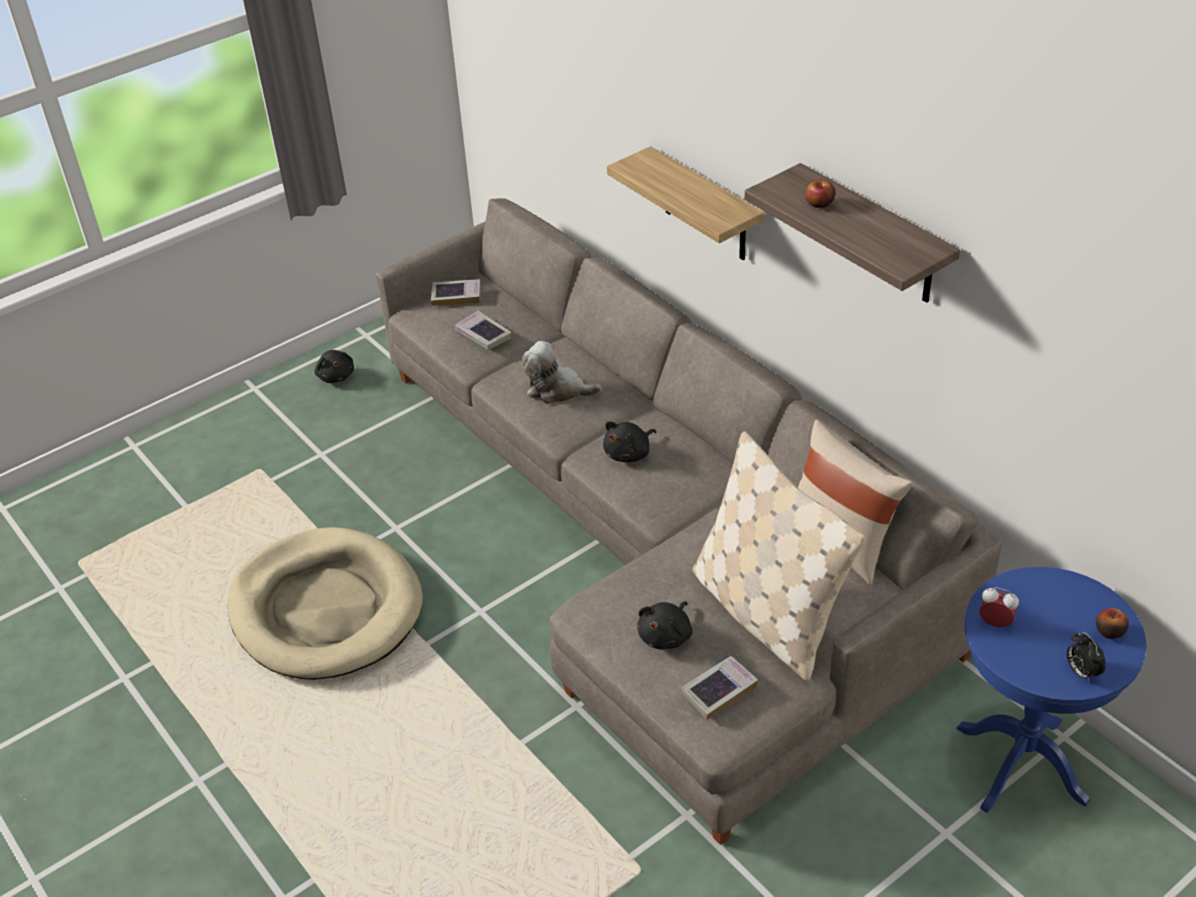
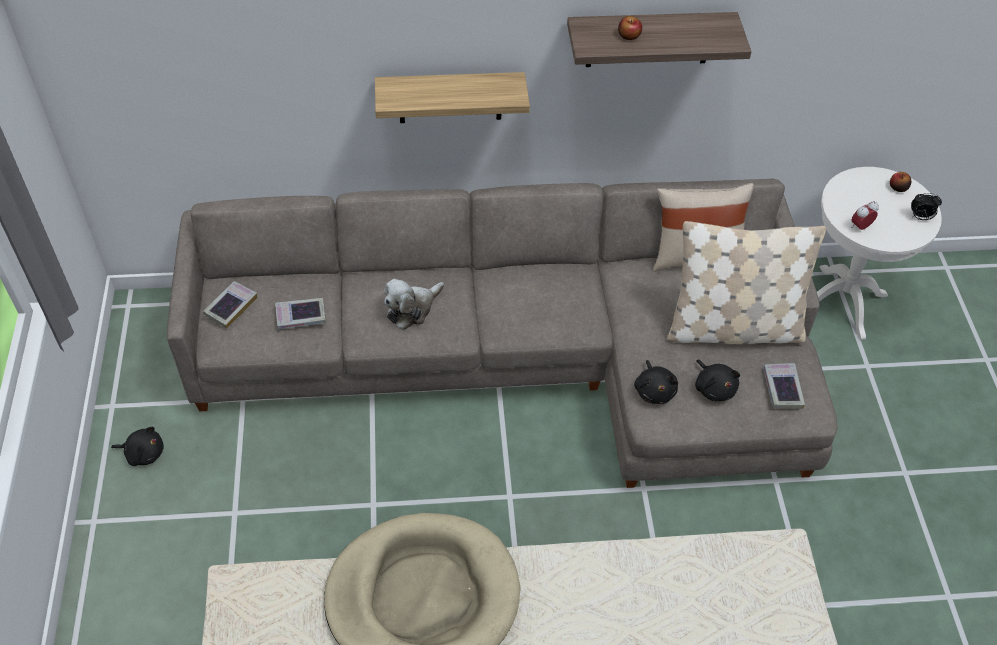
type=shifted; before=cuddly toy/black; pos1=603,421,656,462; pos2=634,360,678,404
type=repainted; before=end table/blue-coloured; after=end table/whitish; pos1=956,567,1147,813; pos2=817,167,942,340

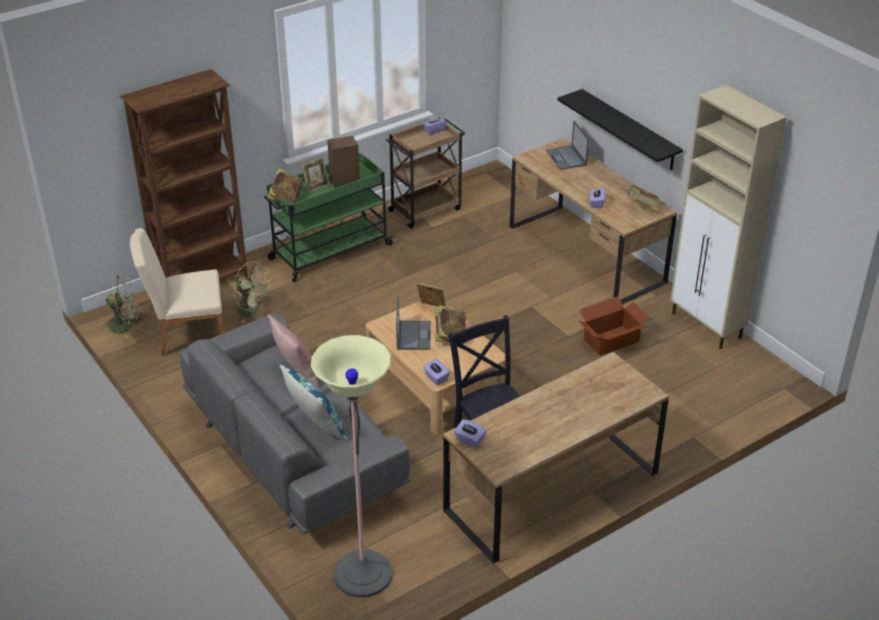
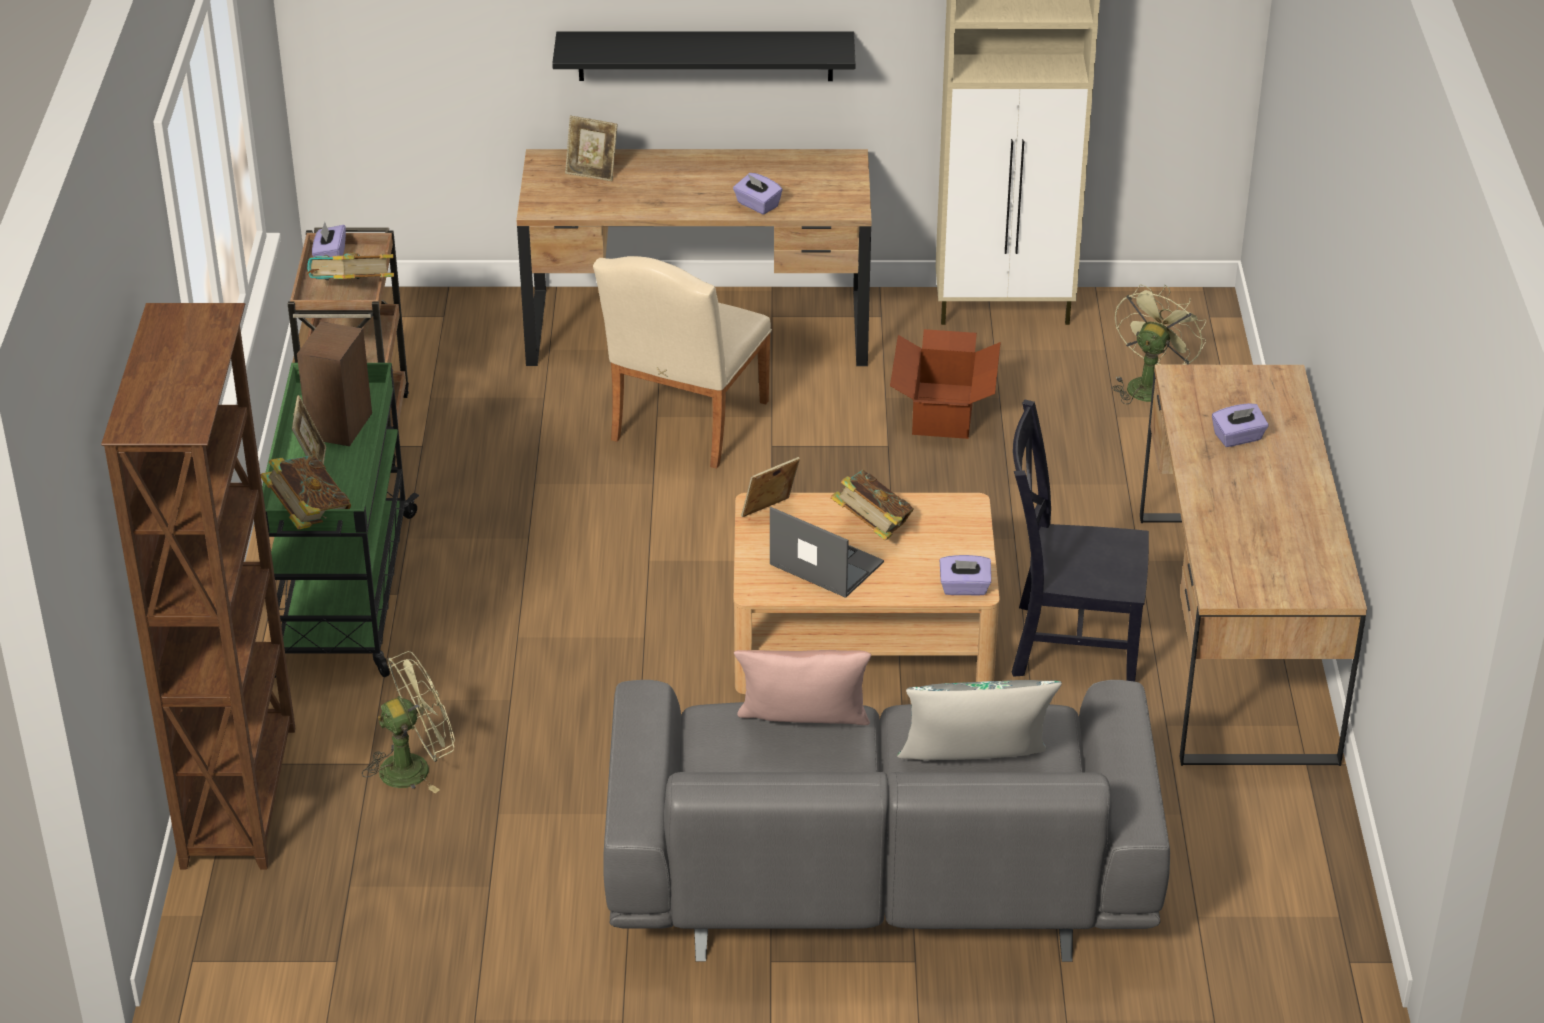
type=swapped; before=portable computer; after=standing frame; pos1=546,121,589,170; pos2=565,115,618,181
type=shifted; before=volume; pos1=625,185,662,211; pos2=307,253,394,280
type=shifted; before=plain chair/sand-coloured; pos1=130,228,225,356; pos2=593,256,772,469
type=shifted; before=cooling fan/green; pos1=103,274,139,338; pos2=1112,284,1206,404
type=gone; before=standing lamp; pos1=311,335,392,597
type=repainted; before=pillow/blue-coloured; after=pillow/gray; pos1=280,364,348,442; pos2=897,680,1062,760
type=shifted; before=tissue holder/purple-coloured; pos1=454,419,486,448; pos2=1212,403,1269,447

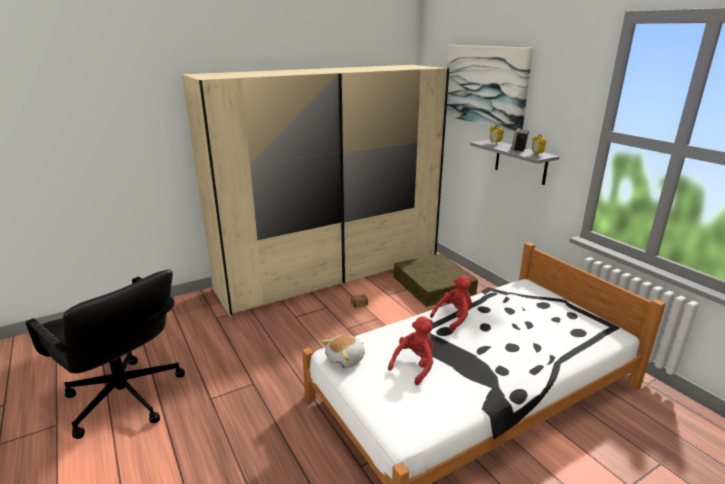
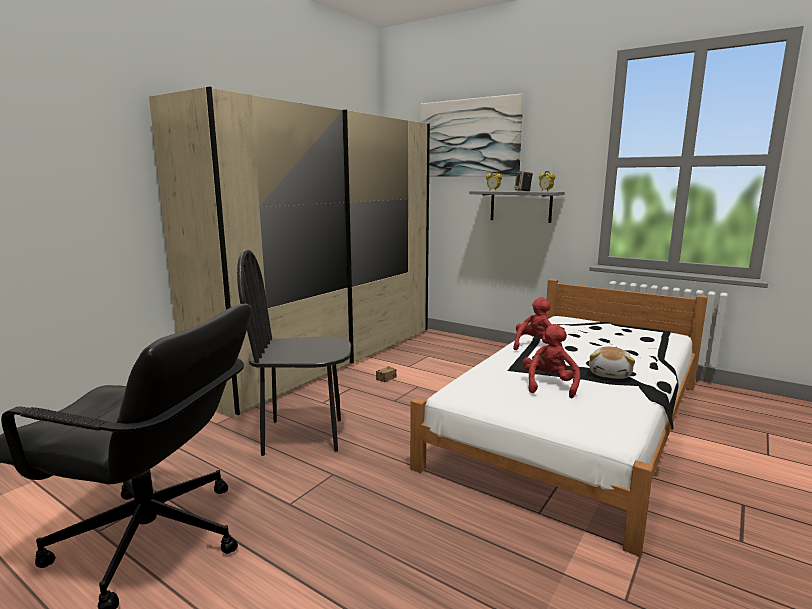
type=gone; before=storage box/brown; pos1=394,253,478,307
type=shifted; before=cuddly toy; pos1=321,335,365,368; pos2=589,347,635,379
type=new; after=plain chair/black; pos2=237,249,351,456

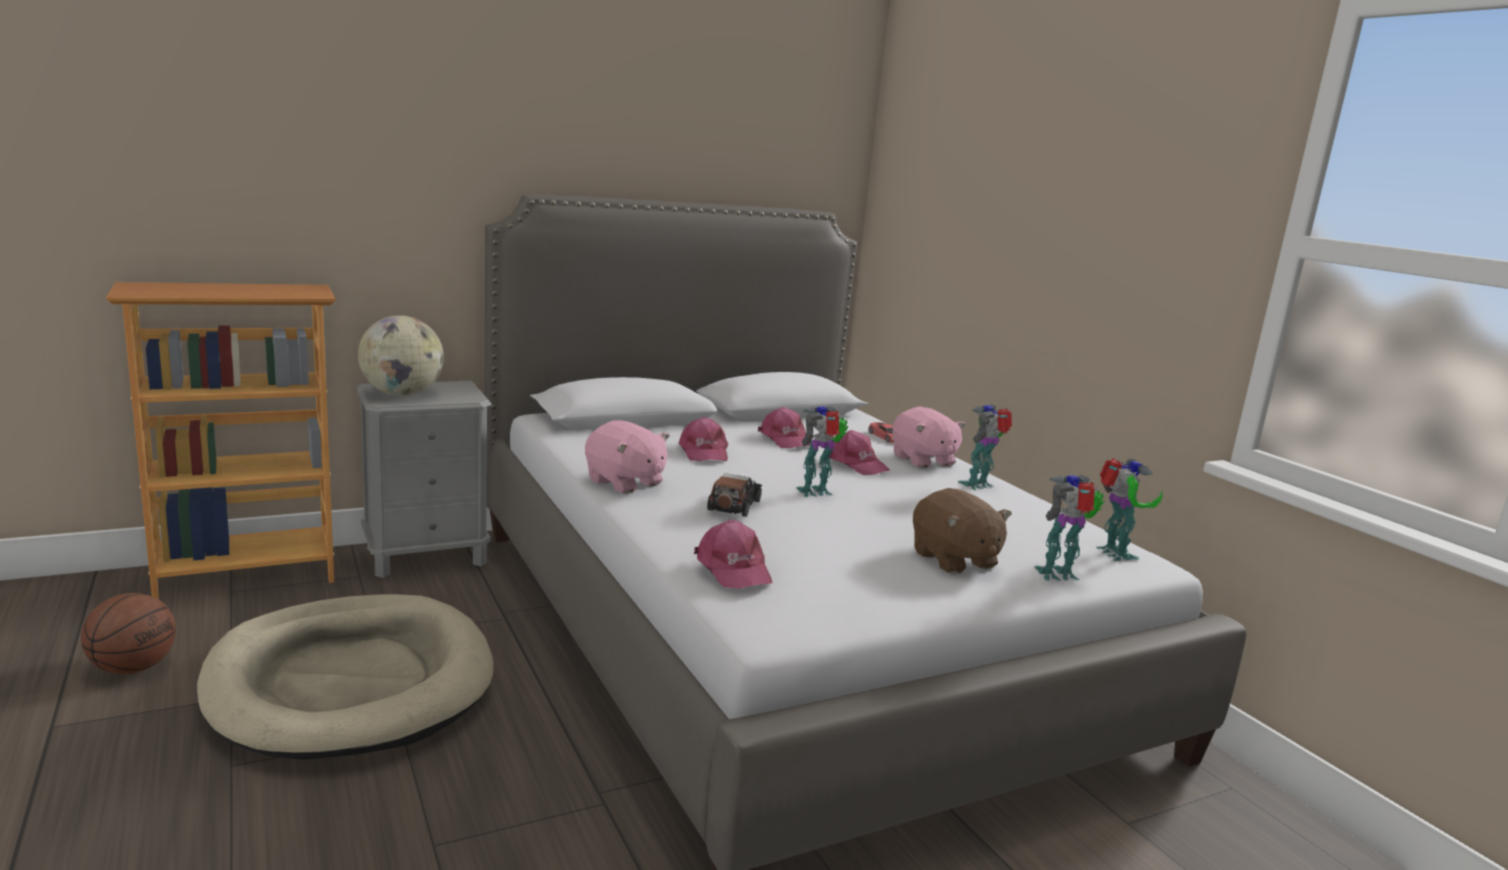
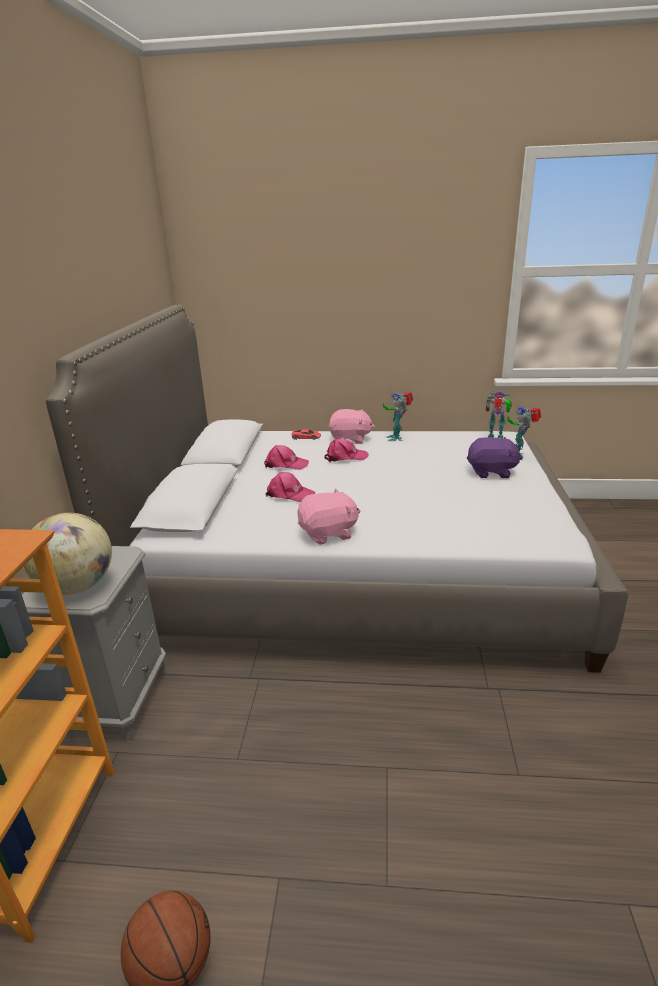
type=gone; before=robot figure; pos1=796,406,848,497
type=gone; before=model car; pos1=707,473,762,517
type=repainted; before=cuddly toy/brown; after=cuddly toy/purple-coloured; pos1=913,488,1012,574; pos2=467,437,523,478
type=gone; before=peaked cap/pink-coloured; pos1=694,520,772,589
type=gone; before=dog cushion/sand-coloured; pos1=197,594,494,760

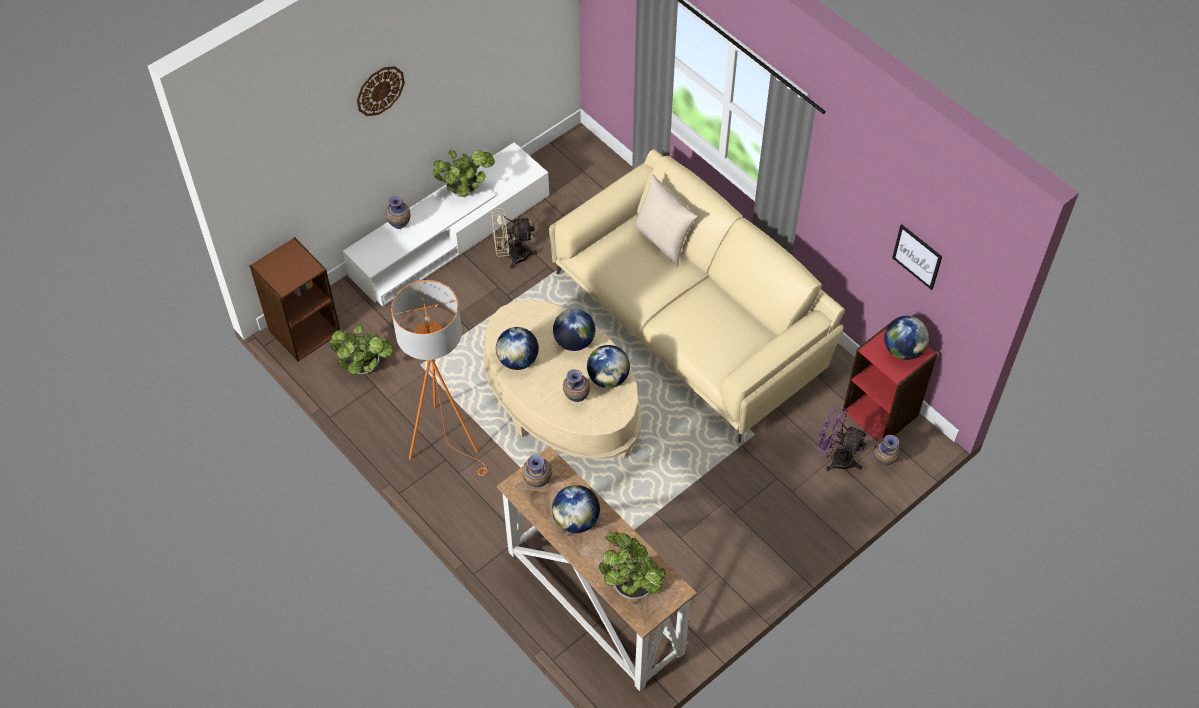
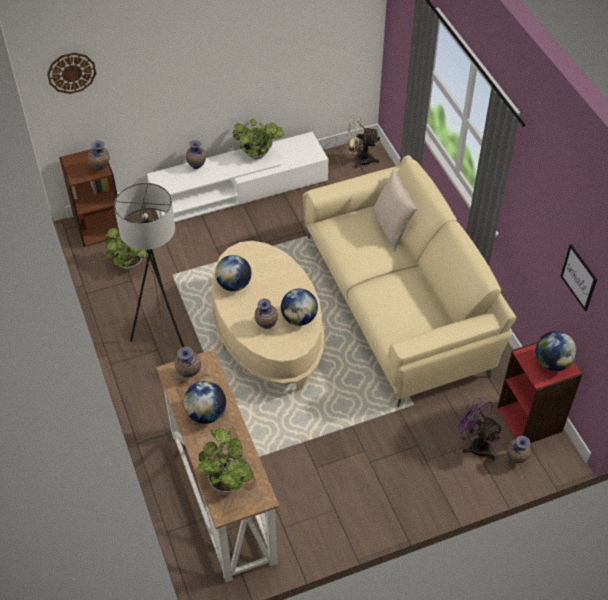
type=shifted; before=clock on the wall; pos1=357,66,405,116; pos2=47,53,96,94
type=shifted; before=cooling fan/sand-coloured; pos1=491,208,537,270; pos2=345,117,380,168
type=repainted; before=standing lamp/orangey; after=standing lamp/gray; pos1=391,280,487,476; pos2=114,183,184,353
type=gone; before=globe; pos1=553,308,595,351
type=new; after=vase; pos2=88,140,110,170

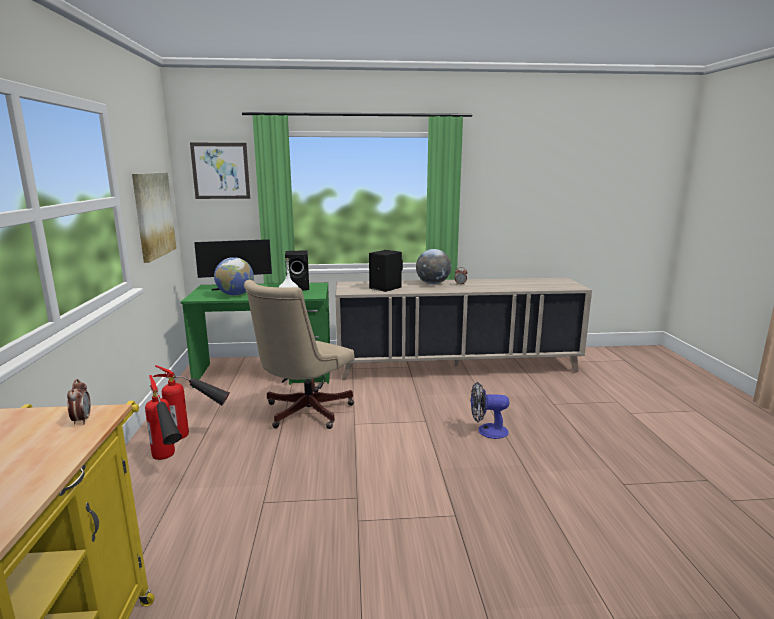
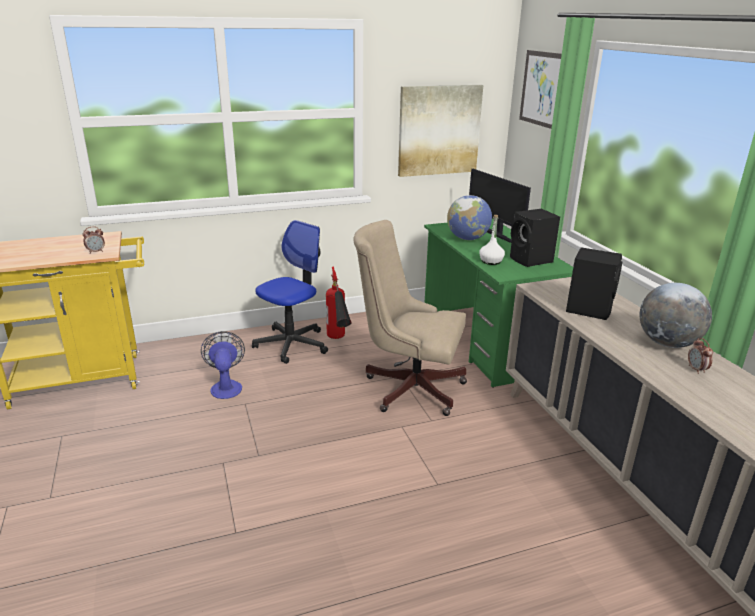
type=swapped; before=extinguisher; after=office chair; pos1=145,375,182,460; pos2=252,220,328,364
type=shifted; before=cooling fan; pos1=471,382,510,439; pos2=201,331,245,399

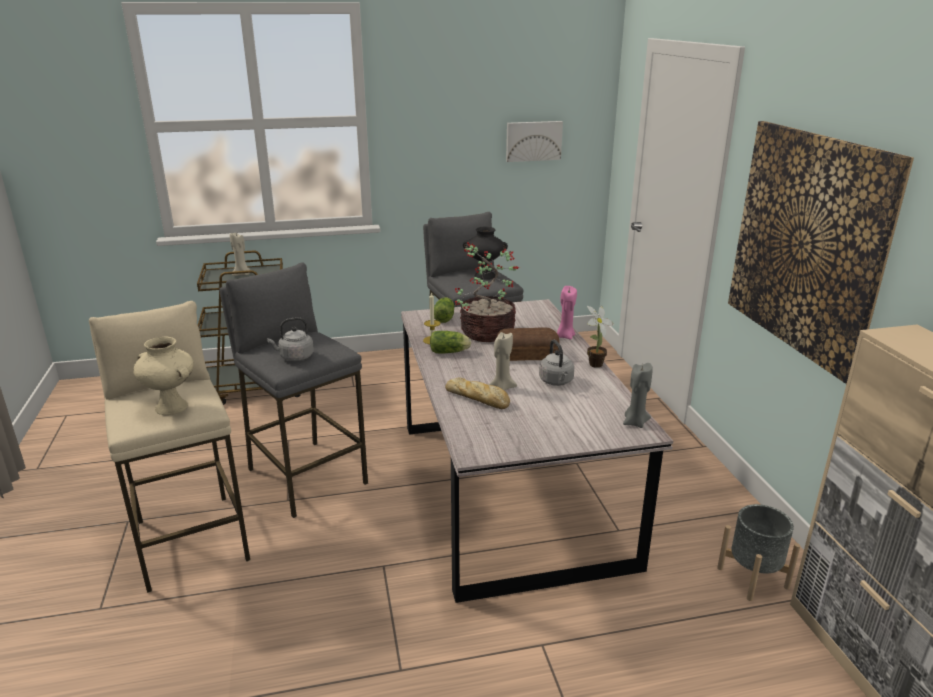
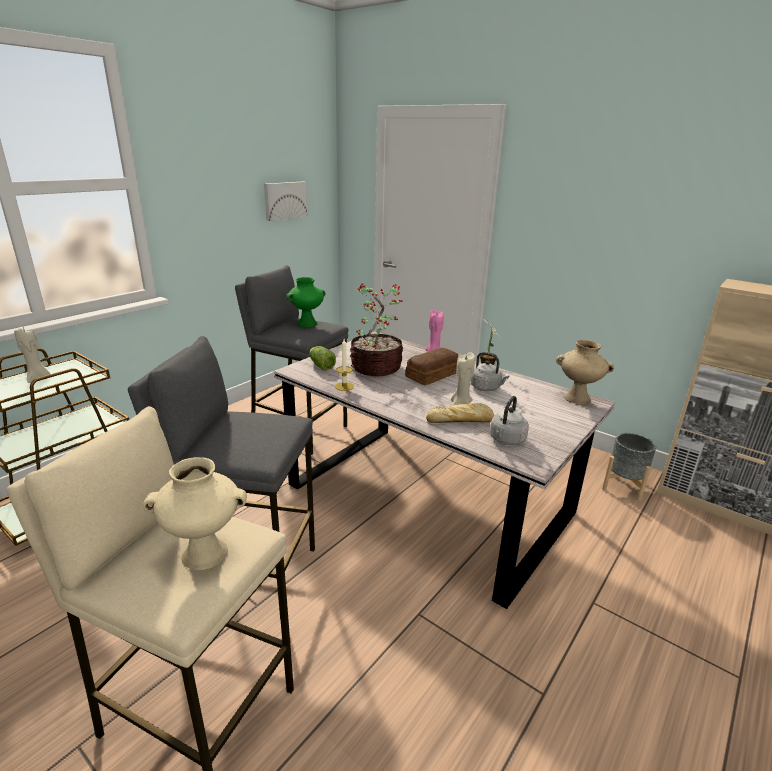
type=gone; before=picture; pos1=728,121,914,384
type=repainted; before=vase/black; after=vase/green; pos1=463,227,508,279; pos2=286,277,326,327
type=shifted; before=water kettle/gray; pos1=267,317,314,361; pos2=490,396,529,445
type=gone; before=lettuce; pos1=430,331,471,353
type=swapped; before=wax candle/gray; after=vase/sand-coloured; pos1=623,363,653,428; pos2=556,340,614,405

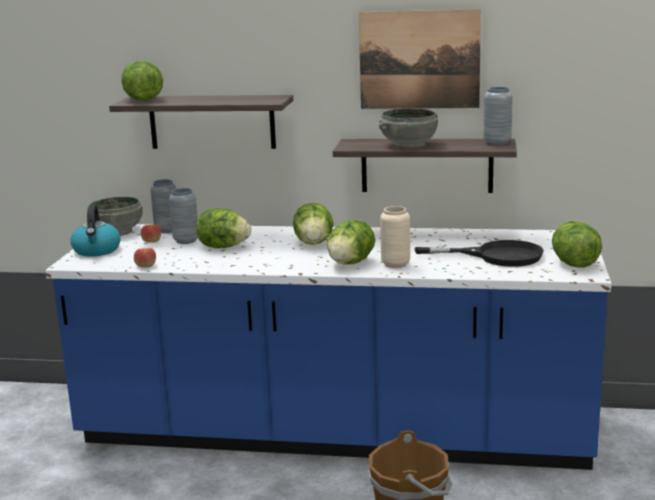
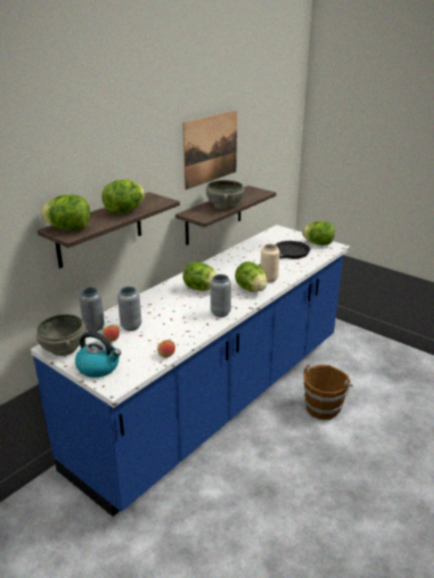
type=shifted; before=vase/gray; pos1=483,87,513,145; pos2=210,274,231,317
type=shifted; before=lettuce; pos1=196,208,251,248; pos2=102,180,145,214

